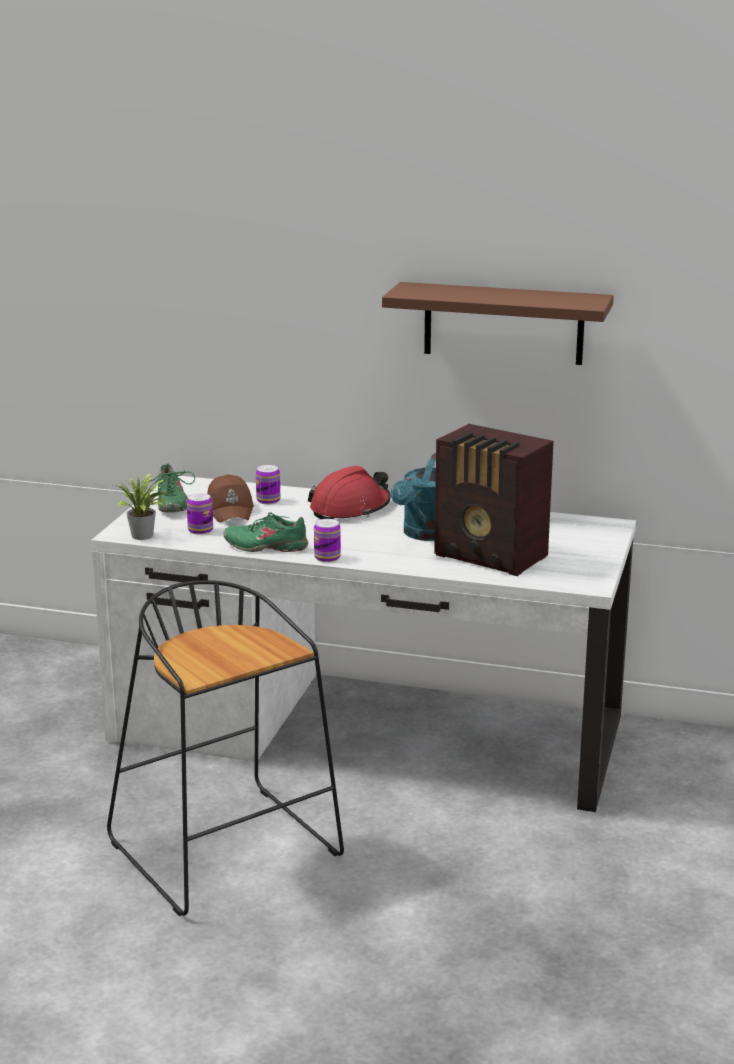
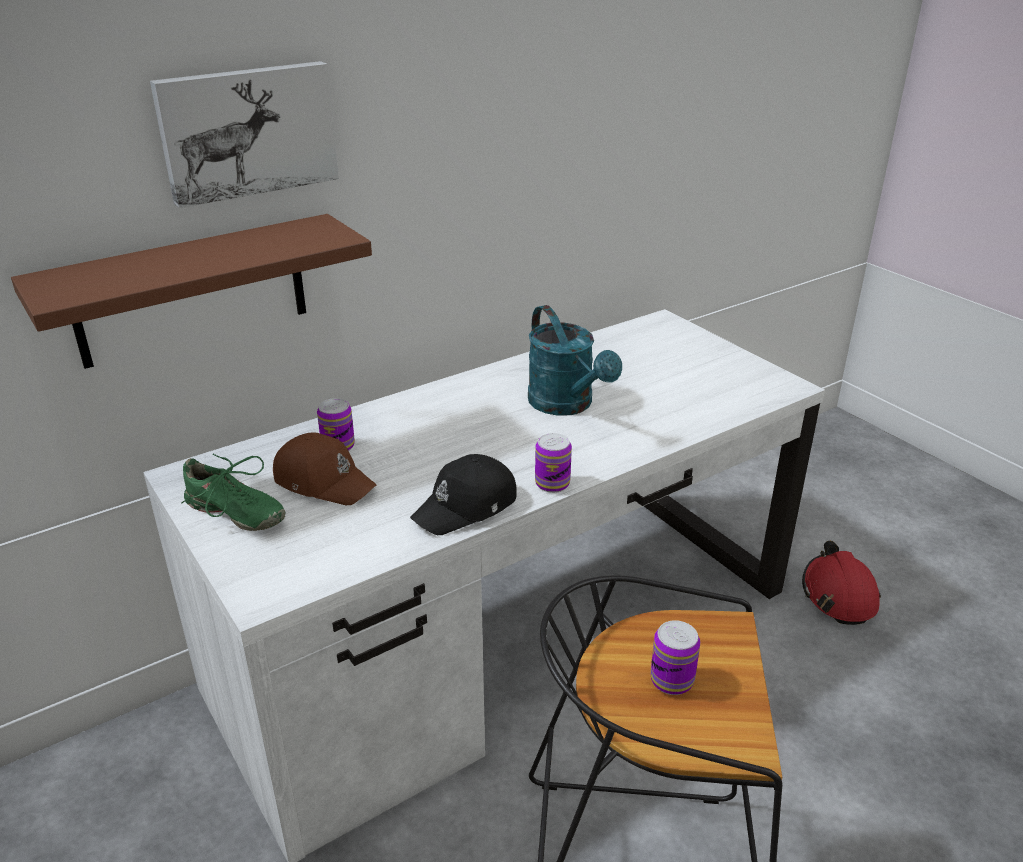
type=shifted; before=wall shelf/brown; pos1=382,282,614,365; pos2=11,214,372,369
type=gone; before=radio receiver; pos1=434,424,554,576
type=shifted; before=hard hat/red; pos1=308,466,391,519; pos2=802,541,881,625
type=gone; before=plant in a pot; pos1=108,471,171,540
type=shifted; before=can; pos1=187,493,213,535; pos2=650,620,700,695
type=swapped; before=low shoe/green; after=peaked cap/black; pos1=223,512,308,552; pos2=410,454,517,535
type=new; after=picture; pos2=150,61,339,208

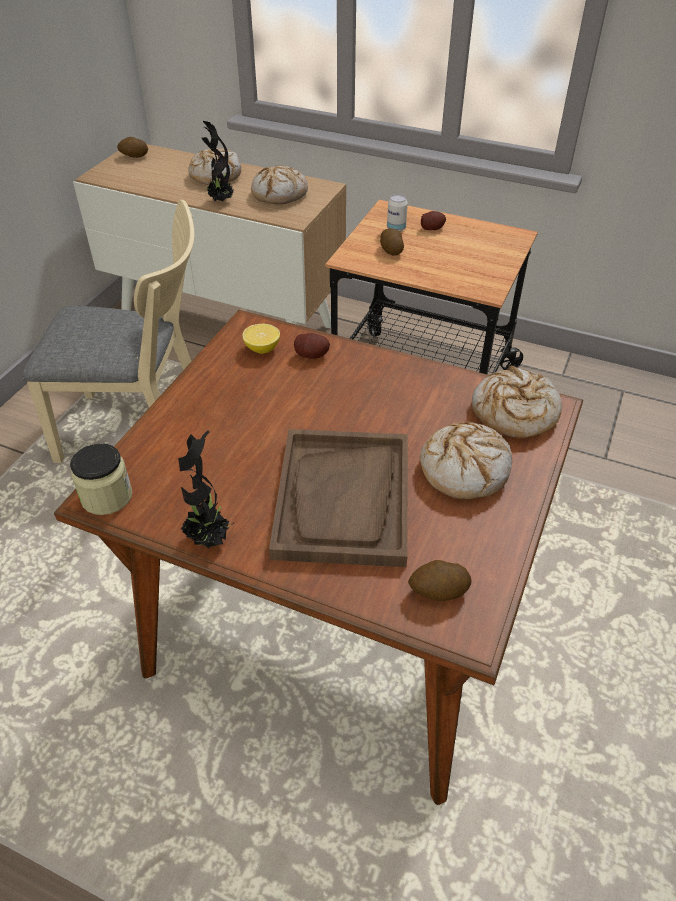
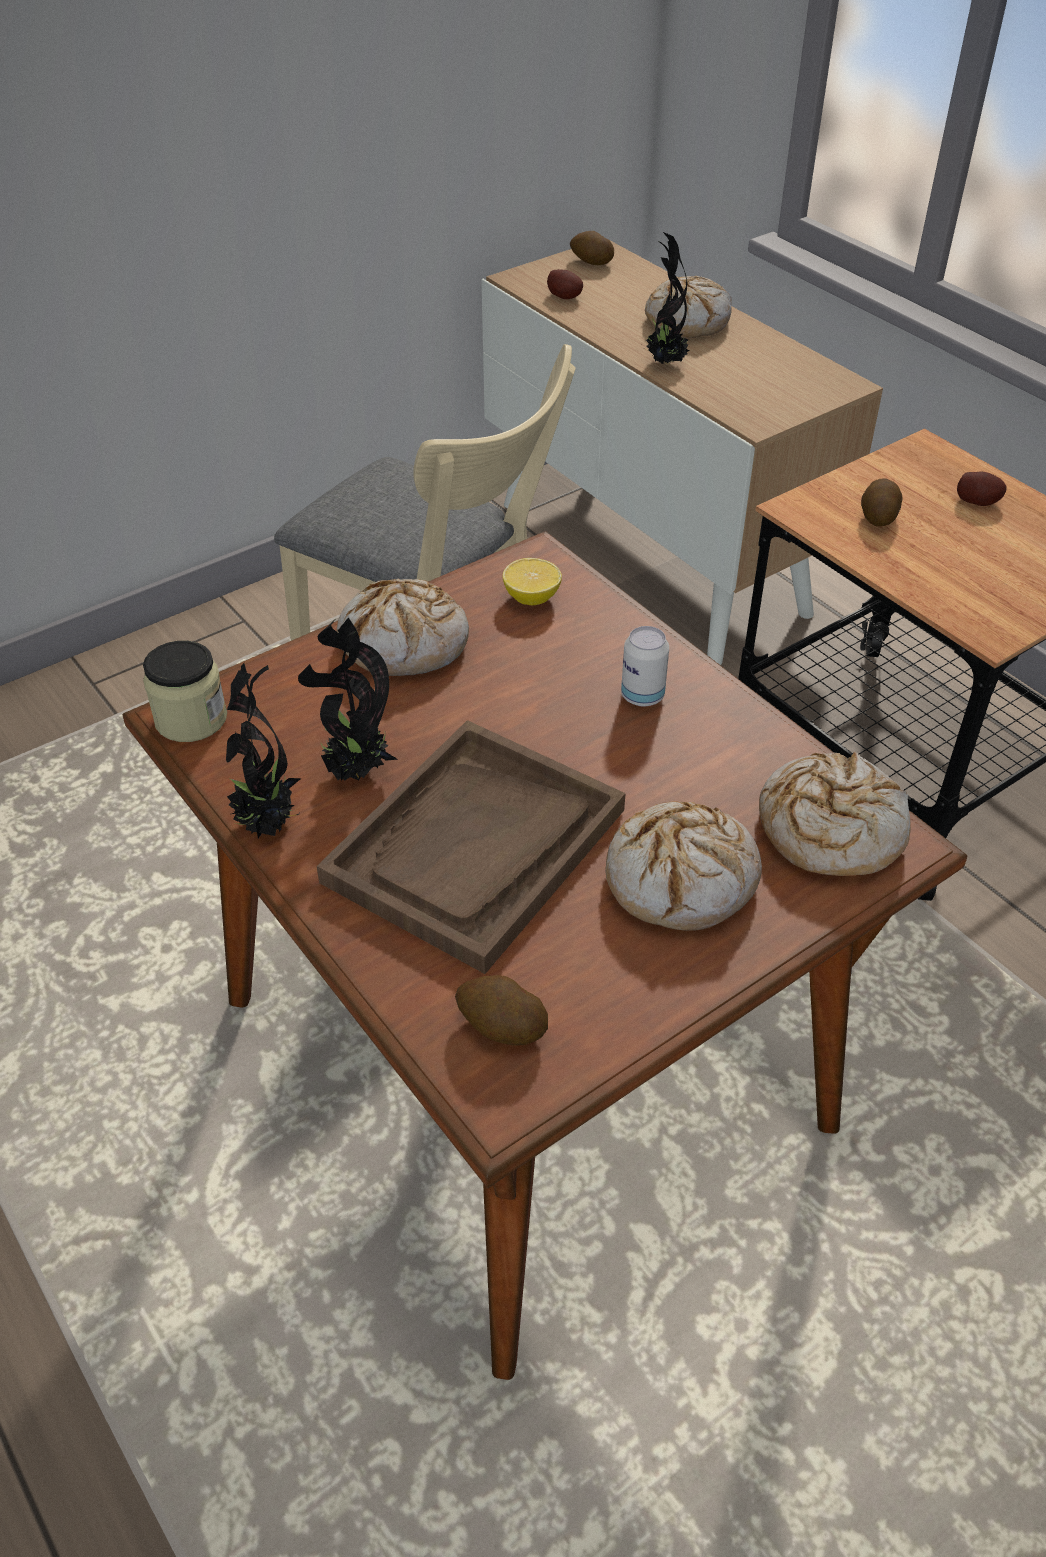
type=shifted; before=bakery bread; pos1=251,165,308,204; pos2=336,579,469,676
type=shifted; before=can; pos1=387,194,408,232; pos2=621,626,669,707
type=shifted; before=spud; pos1=294,333,330,359; pos2=547,269,583,299
type=new; after=plant in a pot; pos2=298,617,398,781

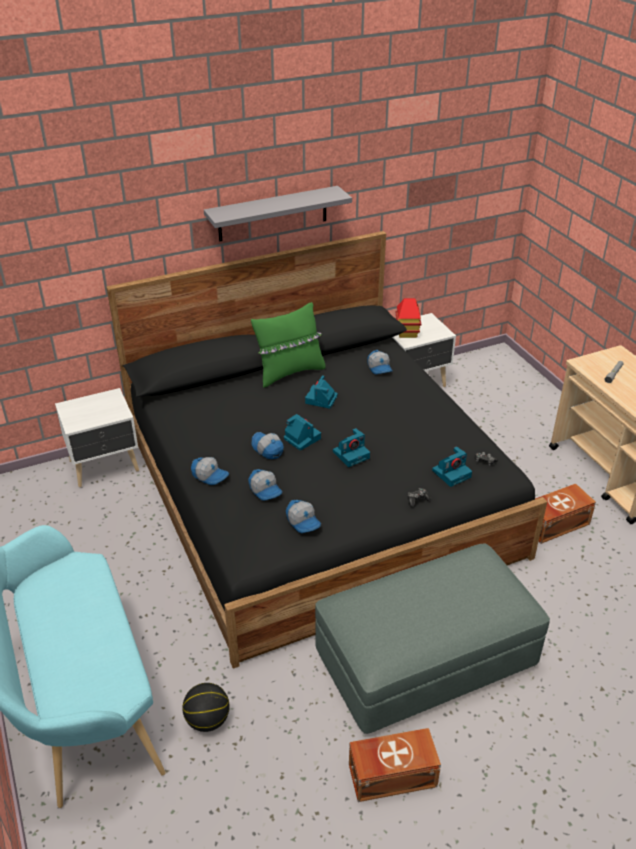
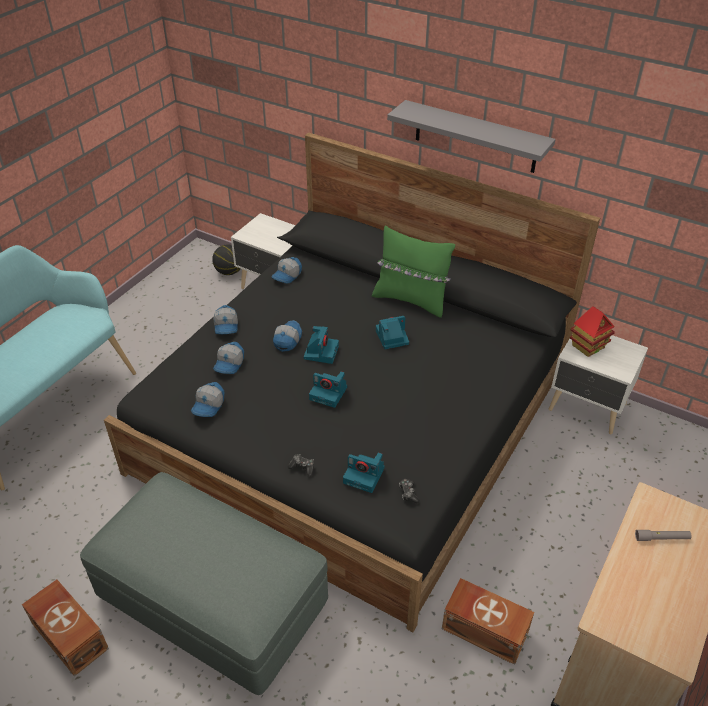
type=shifted; before=peaked cap; pos1=367,350,393,374; pos2=272,257,302,284
type=shifted; before=basketball; pos1=182,683,230,732; pos2=212,244,241,275

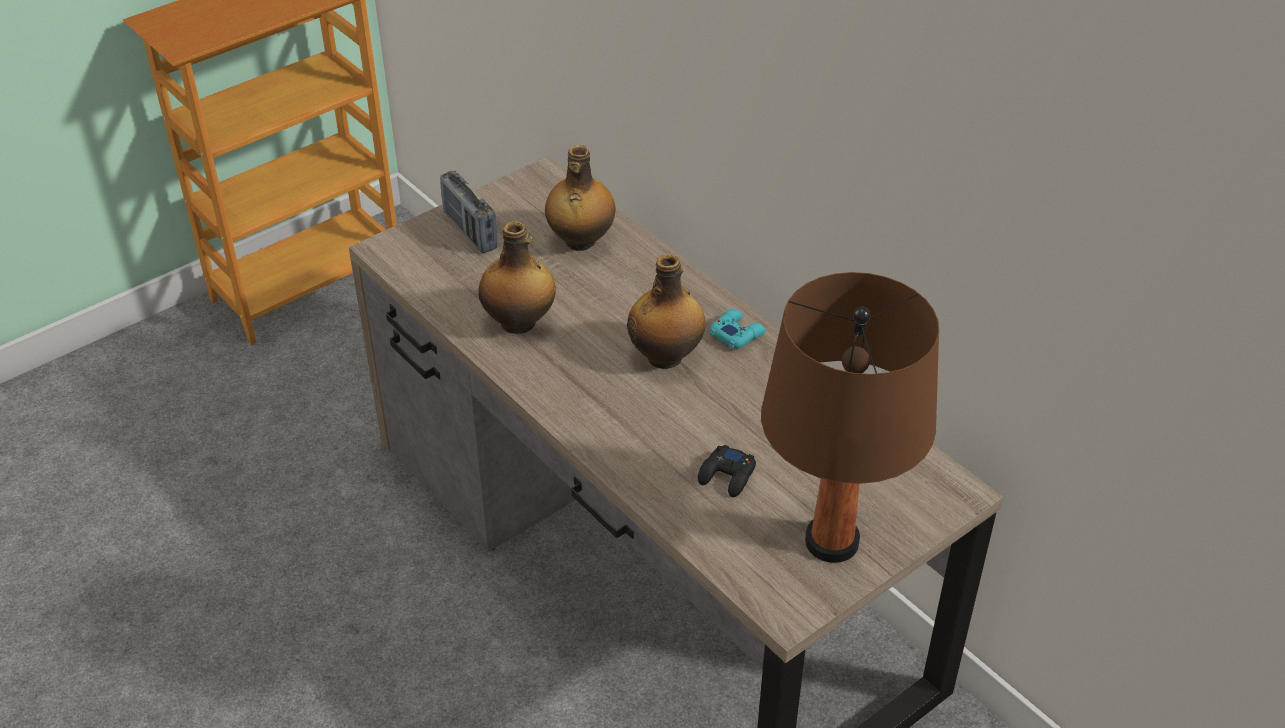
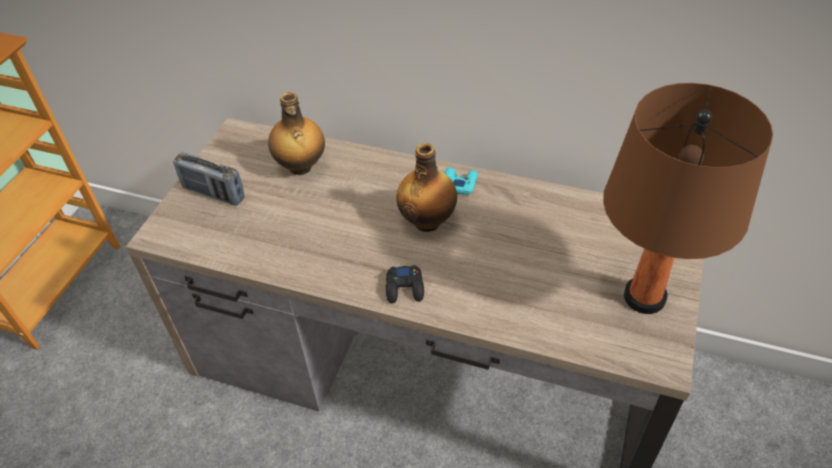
type=gone; before=drink bottle; pos1=478,221,556,334
type=shifted; before=joypad/black; pos1=698,445,756,497; pos2=386,265,424,304

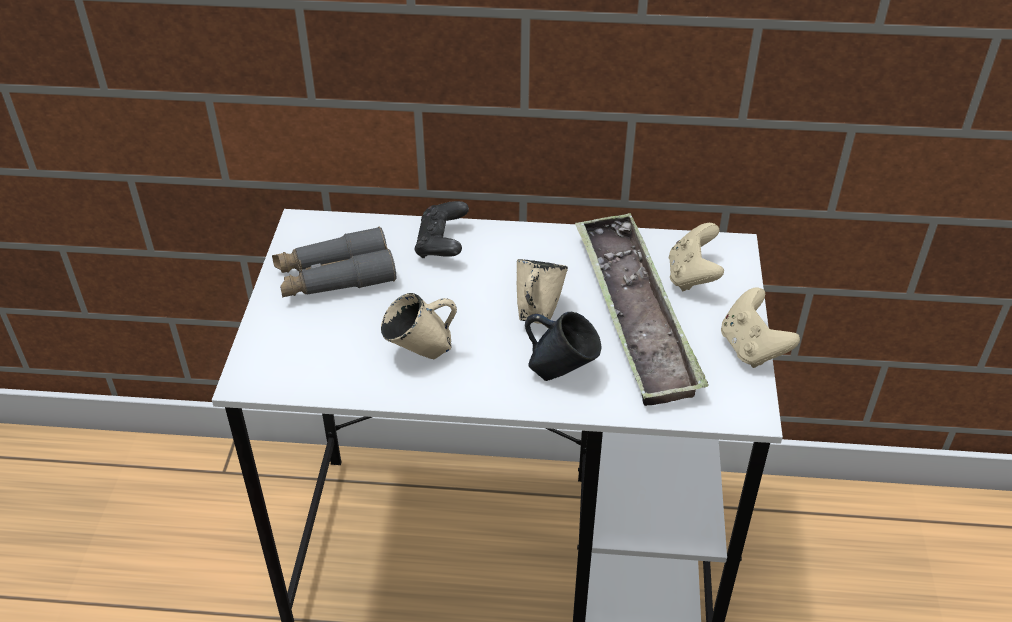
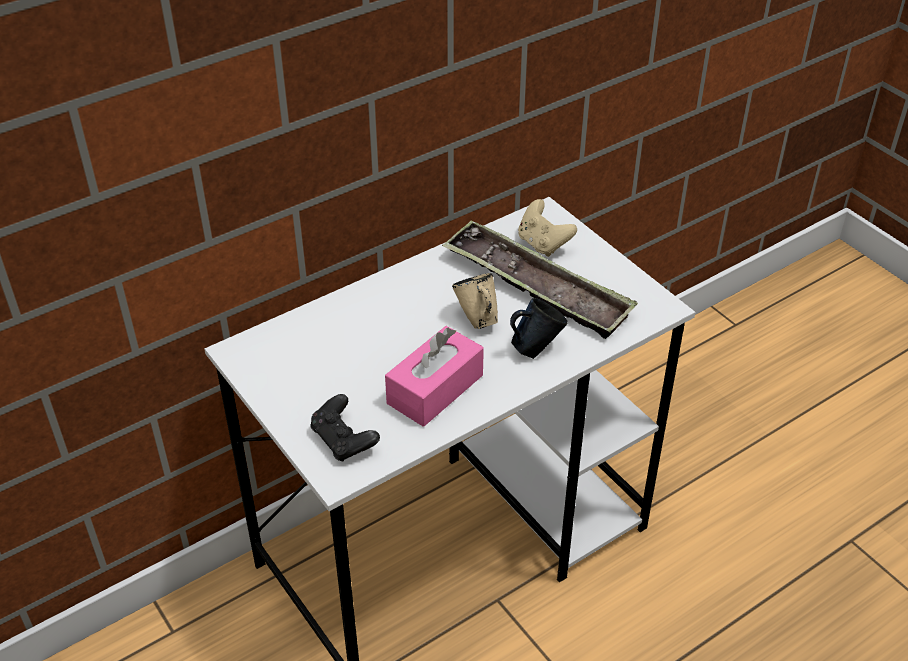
type=shifted; before=joypad/black; pos1=414,201,469,258; pos2=310,394,380,461
type=gone; before=binoculars/gray; pos1=272,227,396,297
type=gone; before=joypad/sand-coloured; pos1=721,288,800,368
type=swapped; before=tea mug/sand-coloured; after=tissue holder/pink-coloured; pos1=381,293,457,359; pos2=385,326,484,427

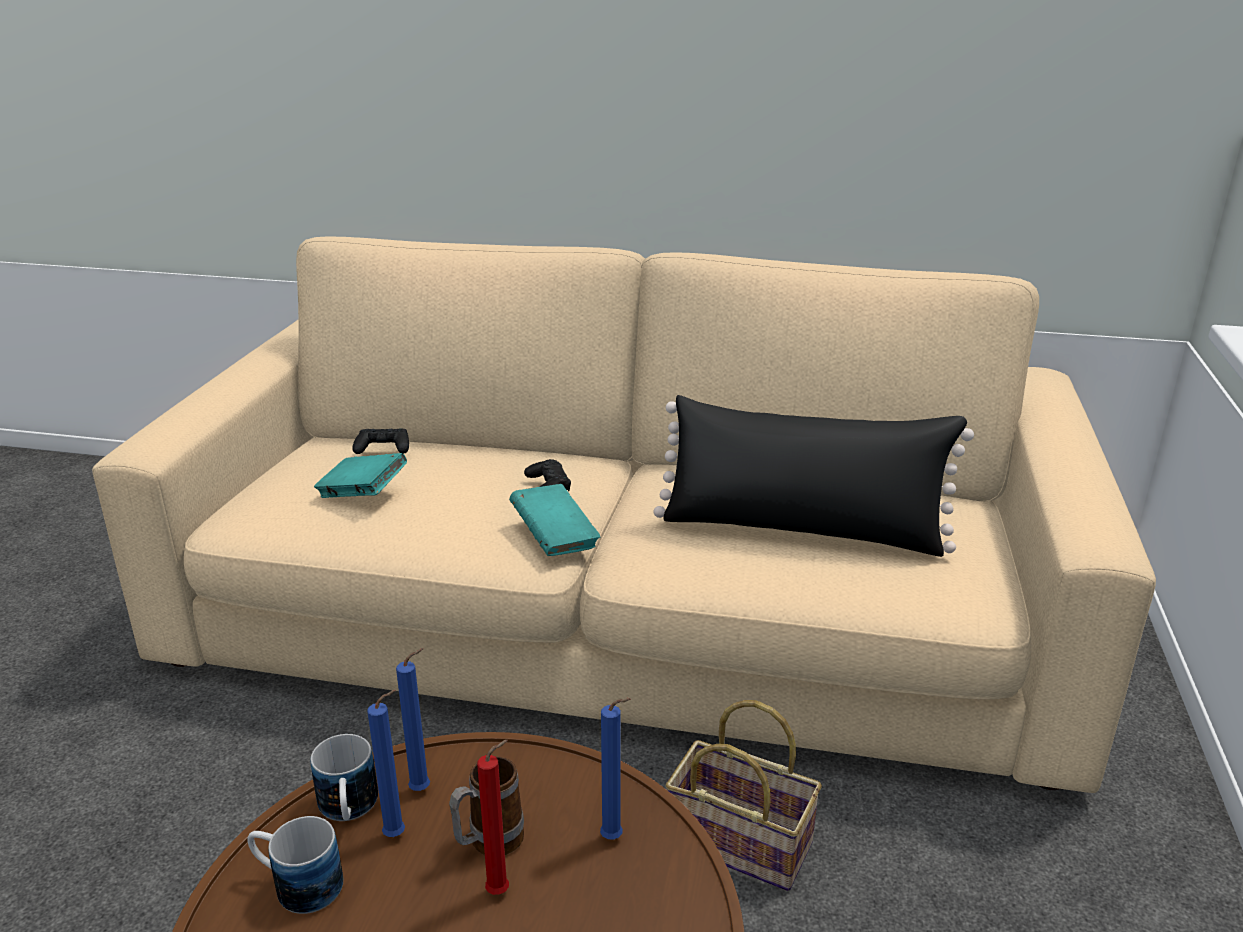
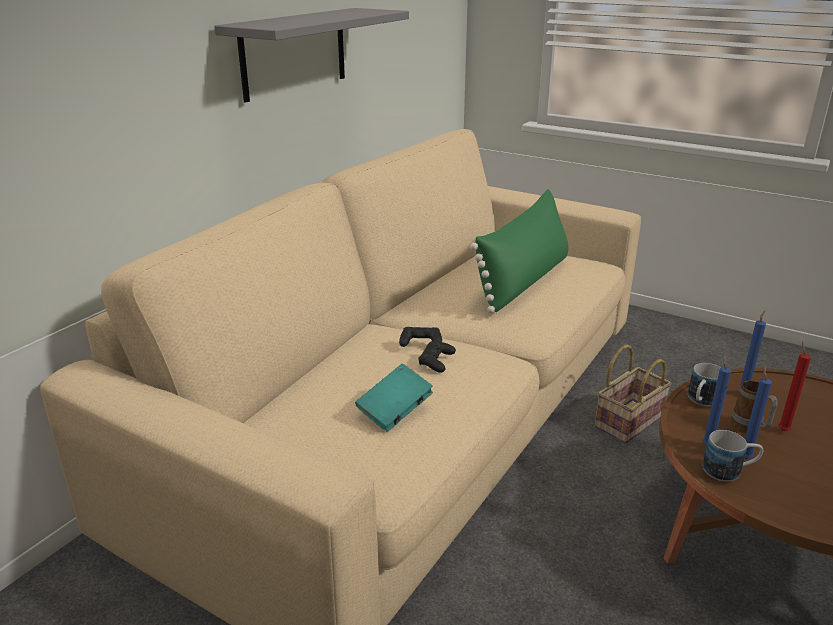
type=repainted; before=pillow/black; after=pillow/green; pos1=653,395,974,557; pos2=470,189,568,313
type=shifted; before=joypad/black; pos1=352,428,409,454; pos2=418,340,456,373
type=gone; before=volume/turquoise-coloured; pos1=509,484,600,556
type=shifted; before=tea mug; pos1=247,816,343,914; pos2=688,363,721,406
type=new; after=wall shelf/gray; pos2=214,8,409,103

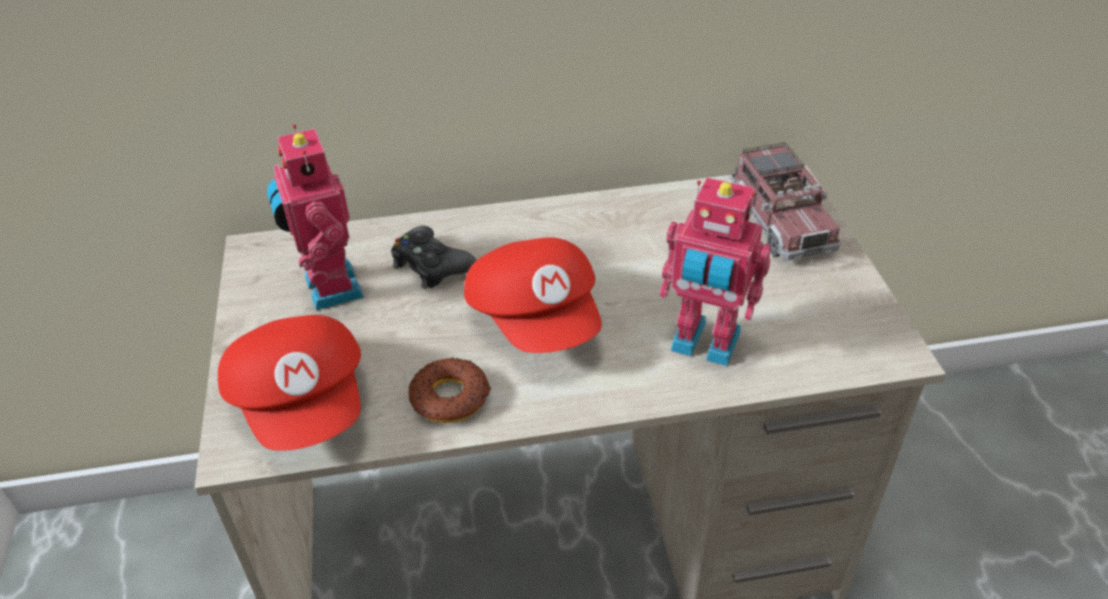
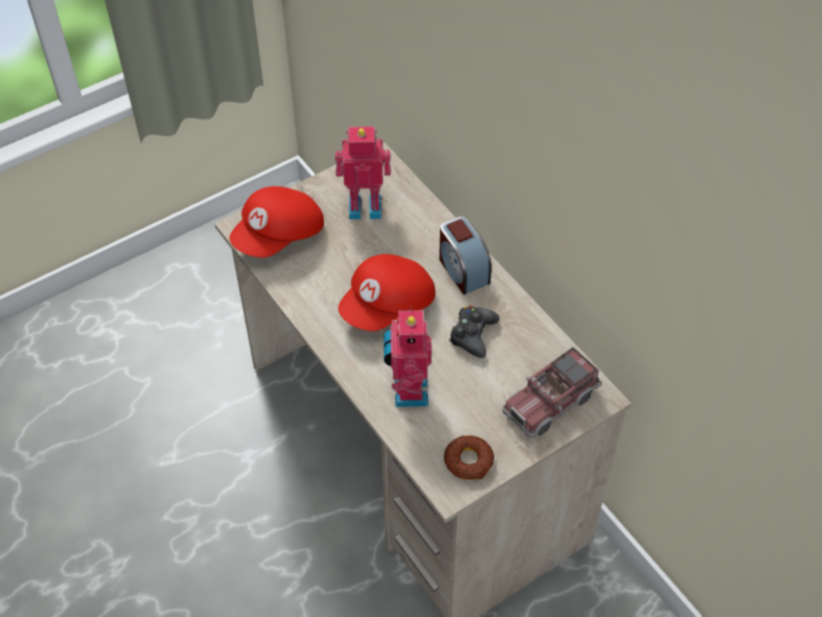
type=rotated; before=robot figure; pos1=267,124,364,310; pos2=335,126,391,219; turn=45
type=shifted; before=joypad/black; pos1=391,225,477,289; pos2=449,306,499,358
type=shifted; before=ring doughnut; pos1=409,357,491,423; pos2=444,435,494,480
type=new; after=table clock; pos2=439,216,492,295

